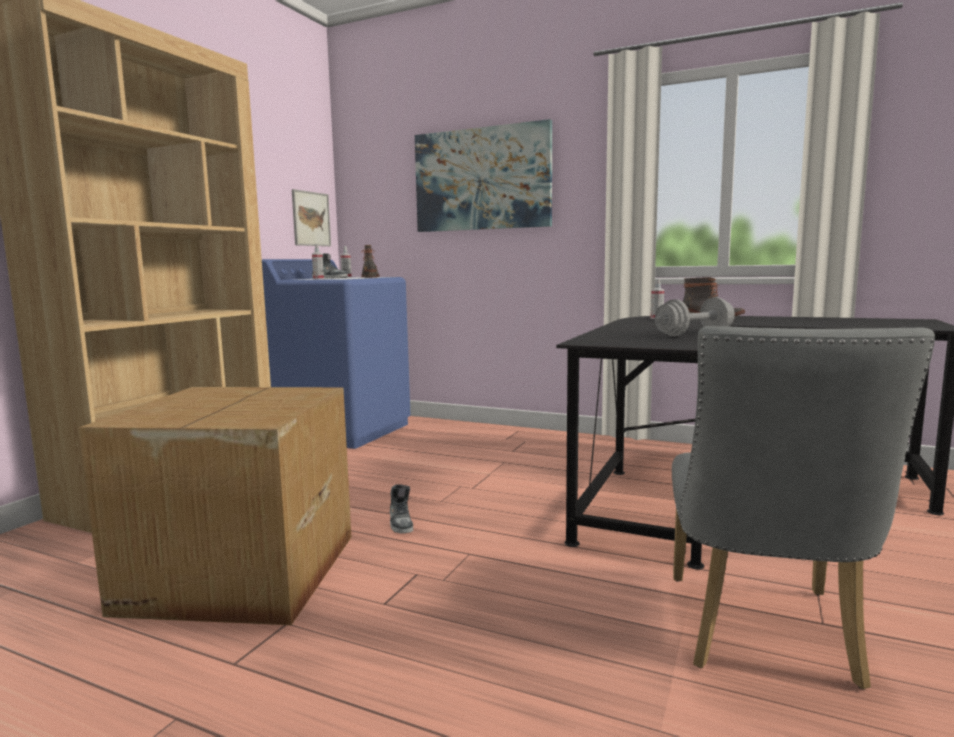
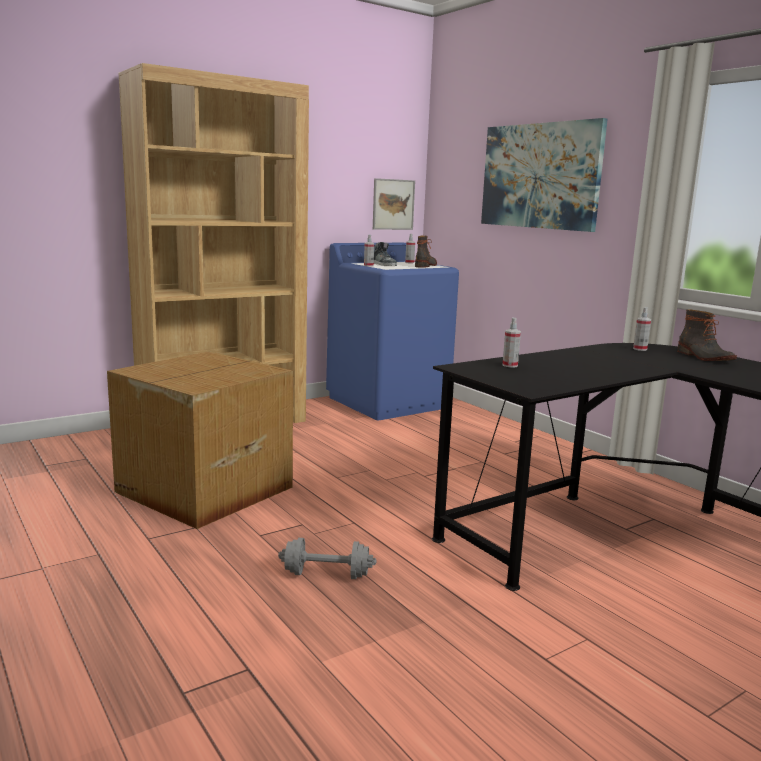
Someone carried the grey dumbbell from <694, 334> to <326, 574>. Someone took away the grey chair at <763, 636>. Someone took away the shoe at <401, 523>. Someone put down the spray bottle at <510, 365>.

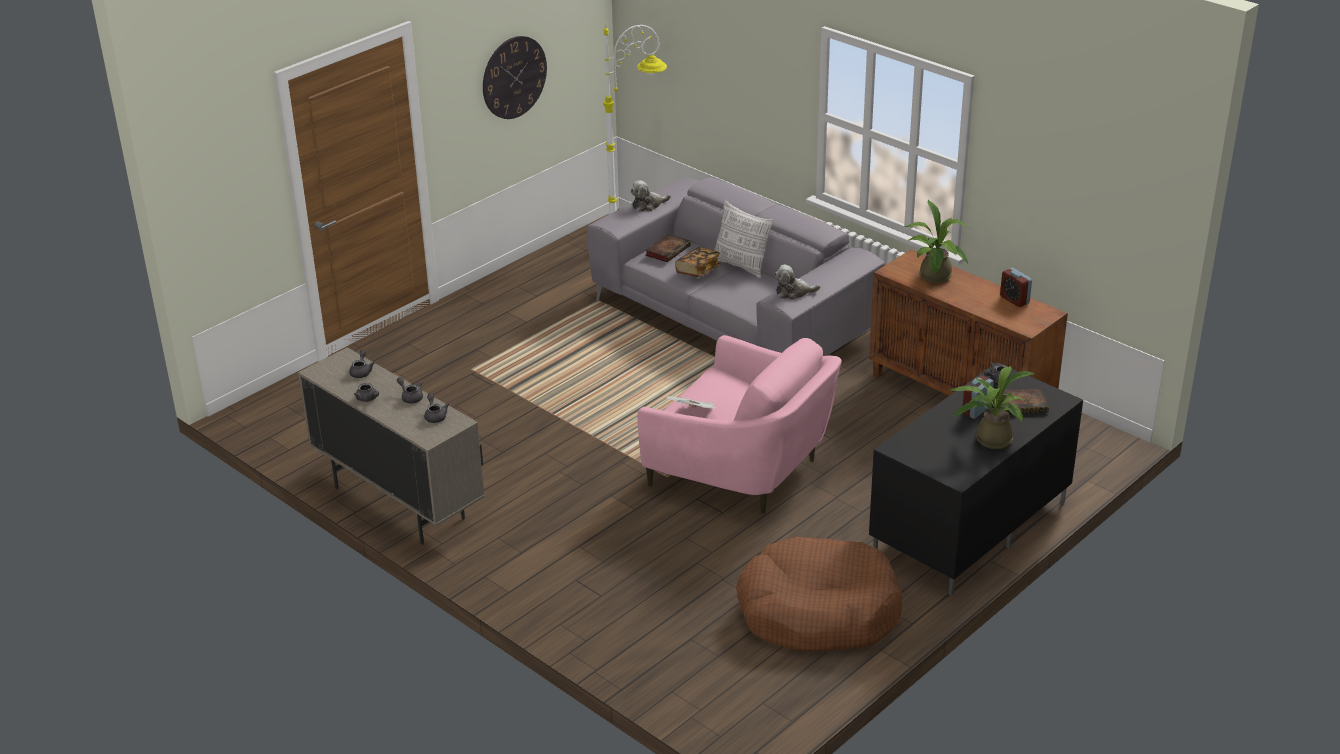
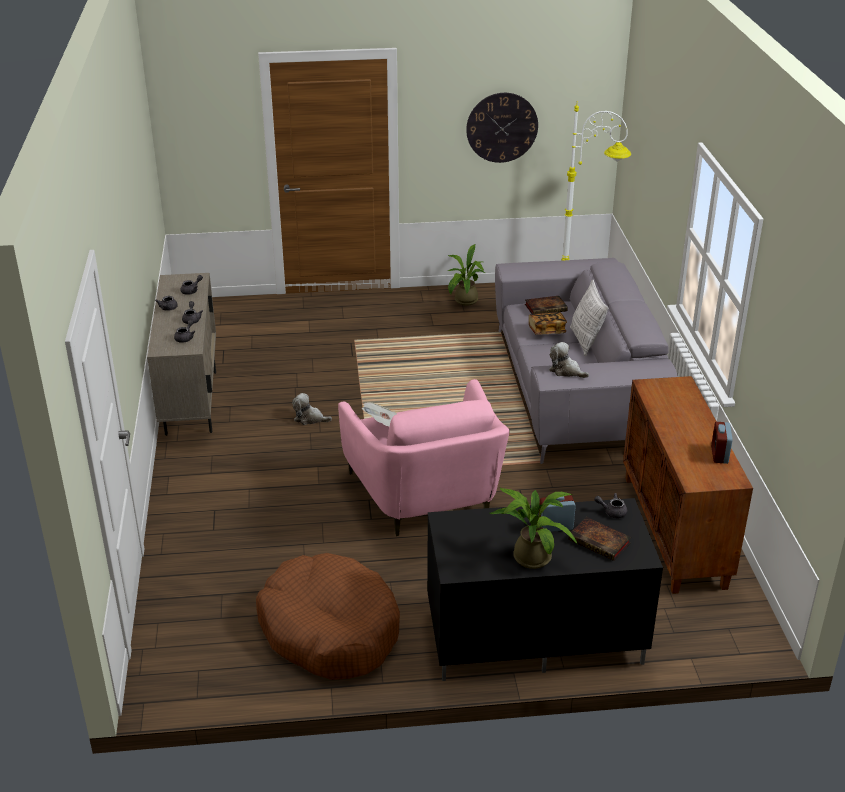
Someone carried the plush toy from <648, 205> to <310, 418>. Someone carried the potted plant from <935, 278> to <464, 302>.

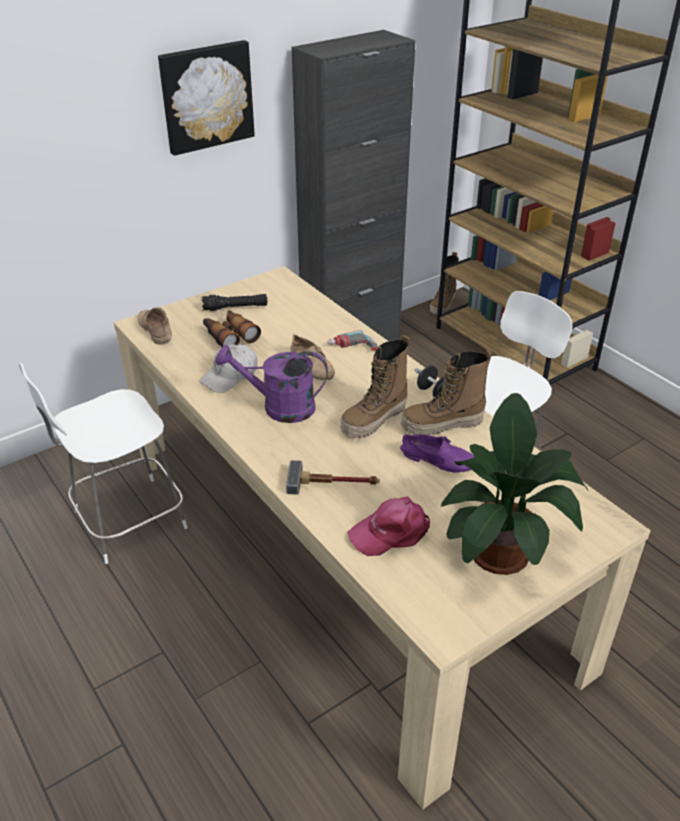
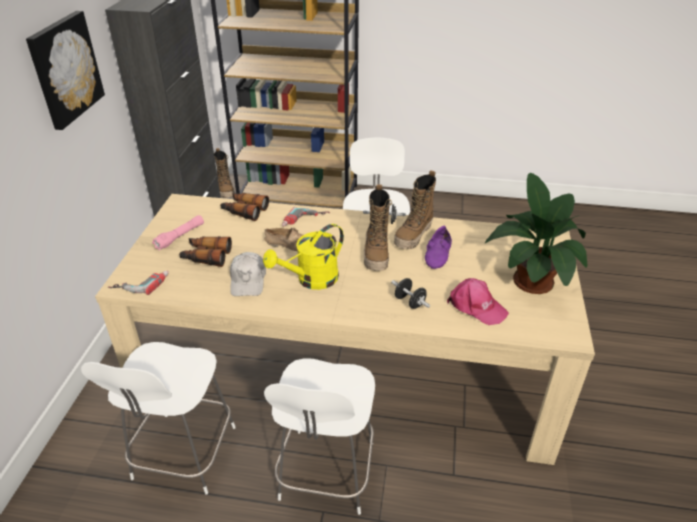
Someone repainted the black flashlight at <235, 308>, which became the pink flashlight at <180, 237>. Someone swapped the beige shoe at <154, 330> for the power drill at <140, 283>. Someone repainted the purple watering can at <279, 407>, which became the yellow watering can at <311, 280>. Someone rotated the purple shoe at <439, 459> by 135 degrees clockwise. Someone swapped the hammer at <333, 483> for the black dumbbell at <409, 302>. Someone rotated the pink cap at <391, 532> by 75 degrees counterclockwise. Someone put down the binoculars at <244, 211>. Someone put down the white chair at <326, 474>.

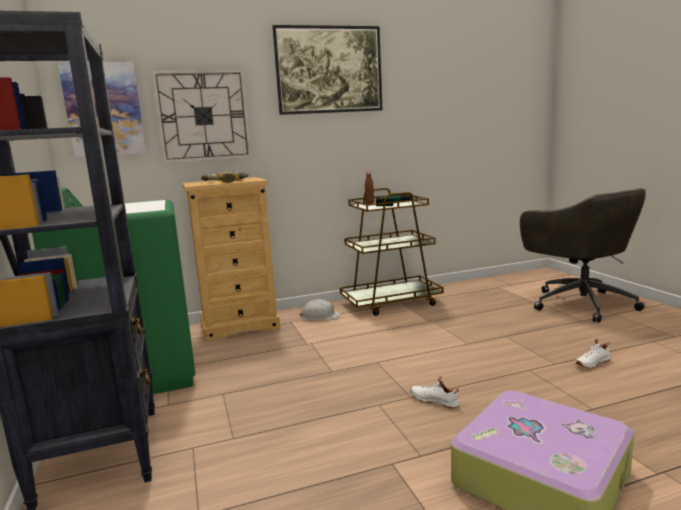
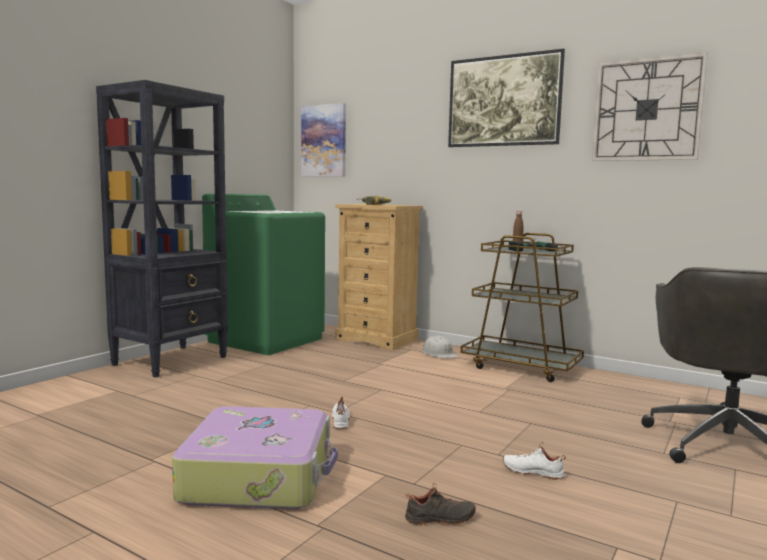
Someone carried the wall clock from <203, 116> to <647, 110>. Someone put down the black shoe at <440, 519>.

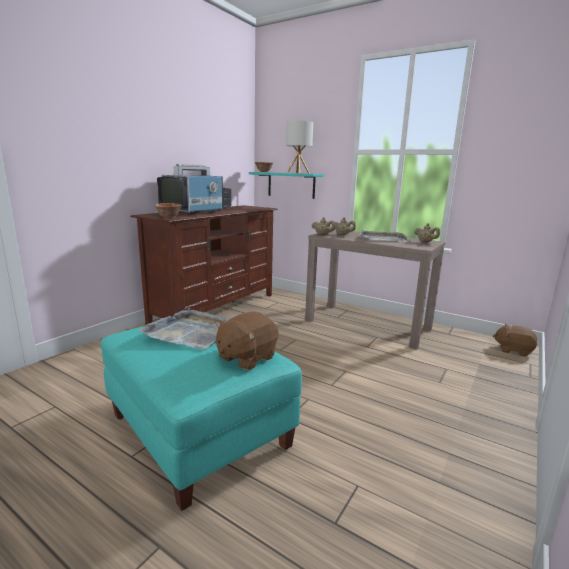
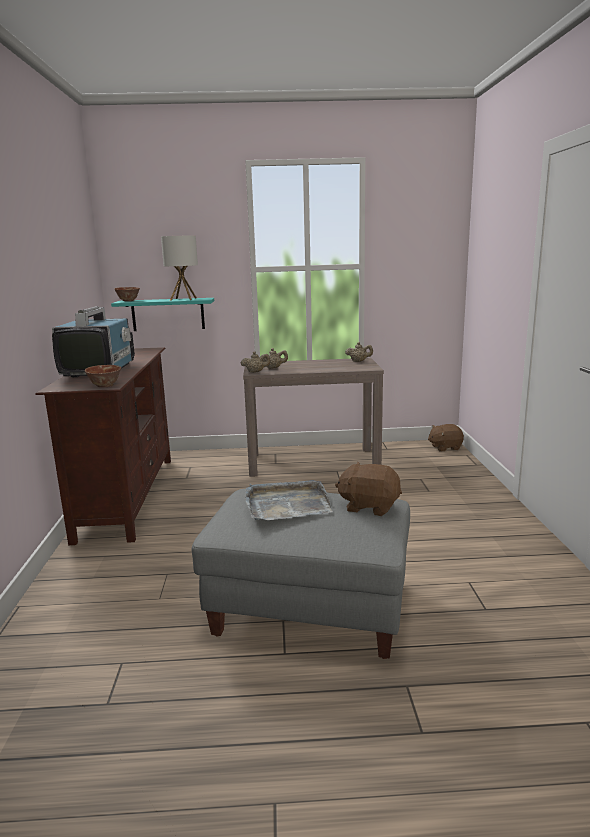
Someone took away the grey tray at <382, 239>. Someone rotated the brown plush toy at <246, 358> by 105 degrees clockwise. Someone repainted the turquoise ottoman at <199, 432>, which became the grey ottoman at <310, 607>.

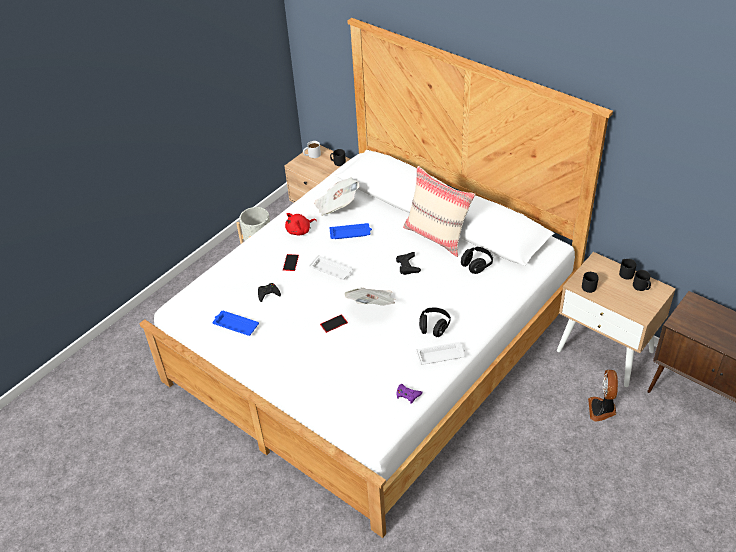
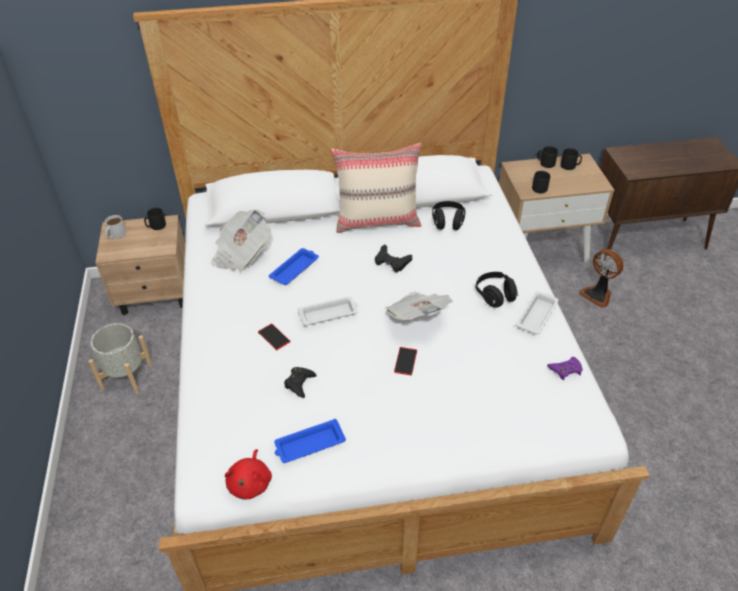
Someone carried the red plush toy from <300, 231> to <250, 483>.

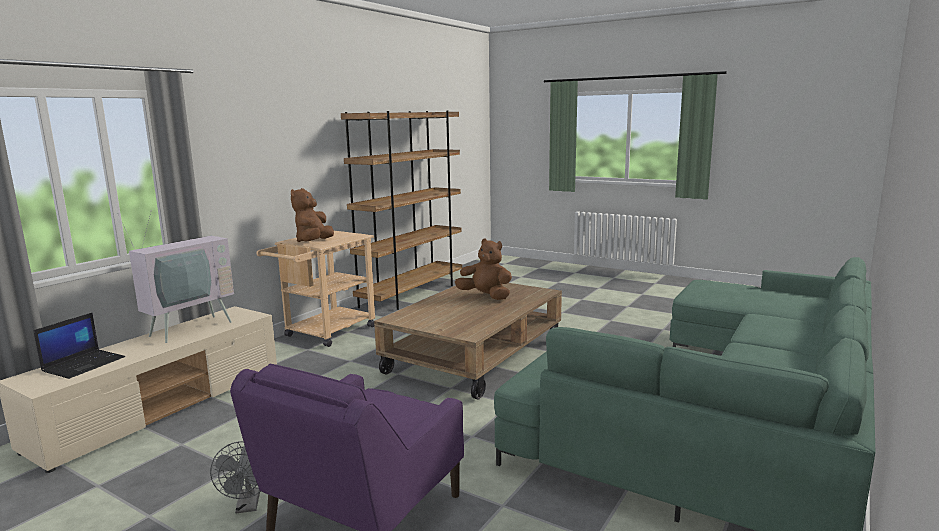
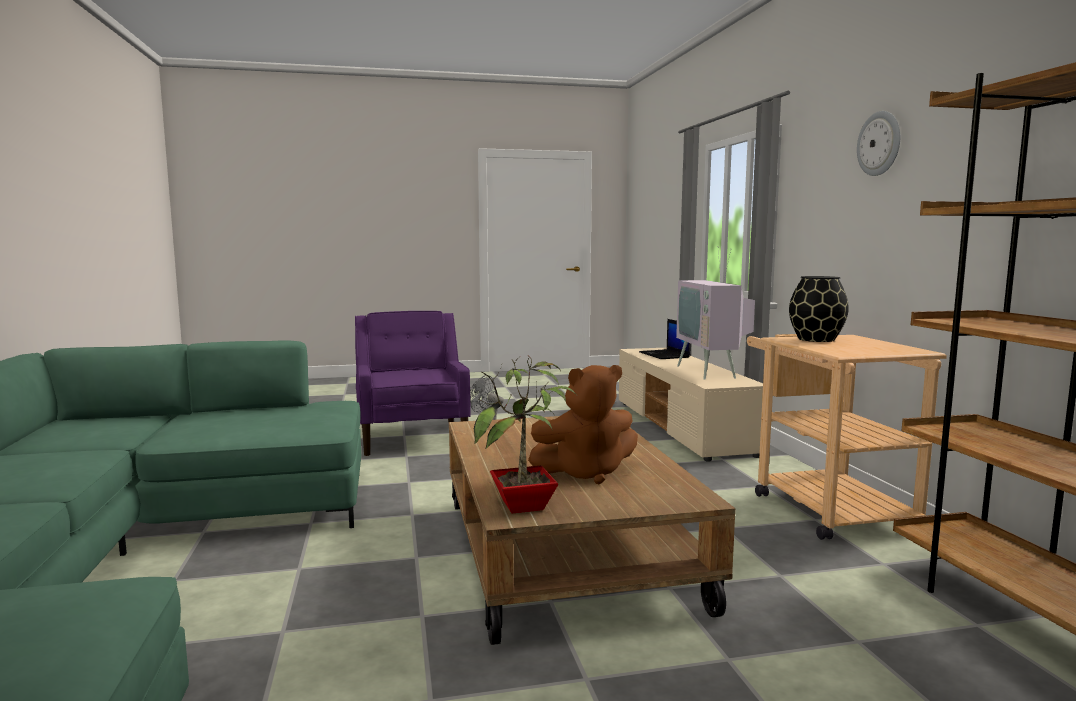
Someone swapped the brown plush toy at <313, 242> for the black vase at <817, 339>. Someone put up the wall clock at <879, 143>. Someone put down the potted plant at <524, 507>.

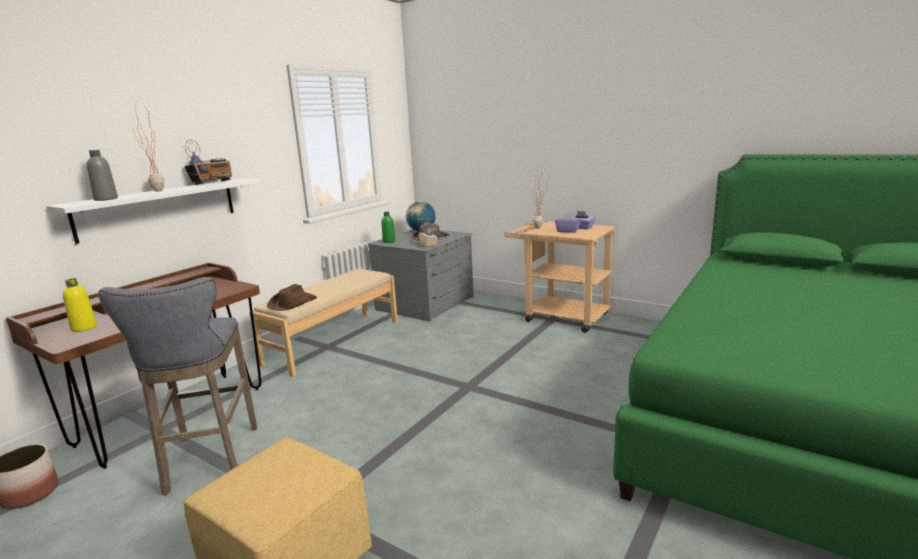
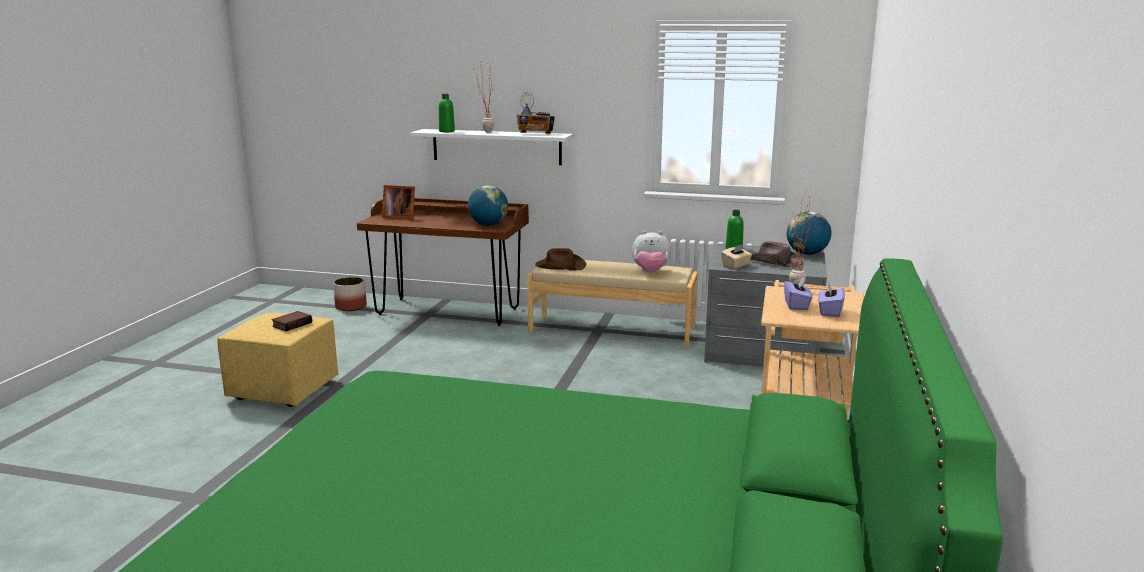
Someone repainted the grey bottle at <106, 199>, which became the green bottle at <447, 131>. Someone took away the grey stool at <211, 462>. Someone swapped the yellow bottle at <84, 328> for the picture frame at <399, 217>. Someone put down the globe at <488, 225>. Someone put down the plush toy at <650, 272>. Someone put down the book at <292, 324>.

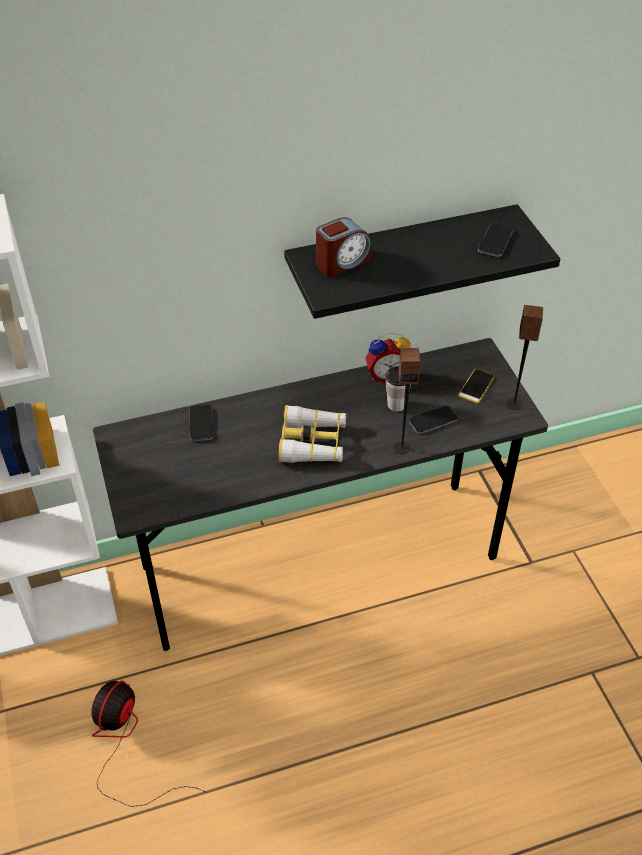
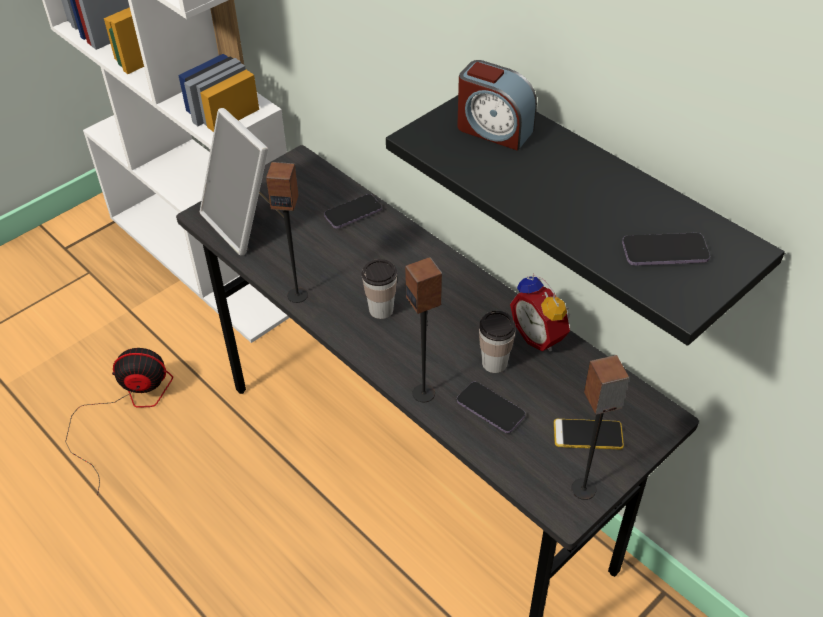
Someone swapped the binoculars at <313, 443> for the cup at <381, 310>. Someone put down the picture frame at <245, 223>. Someone put down the speaker at <297, 295>.

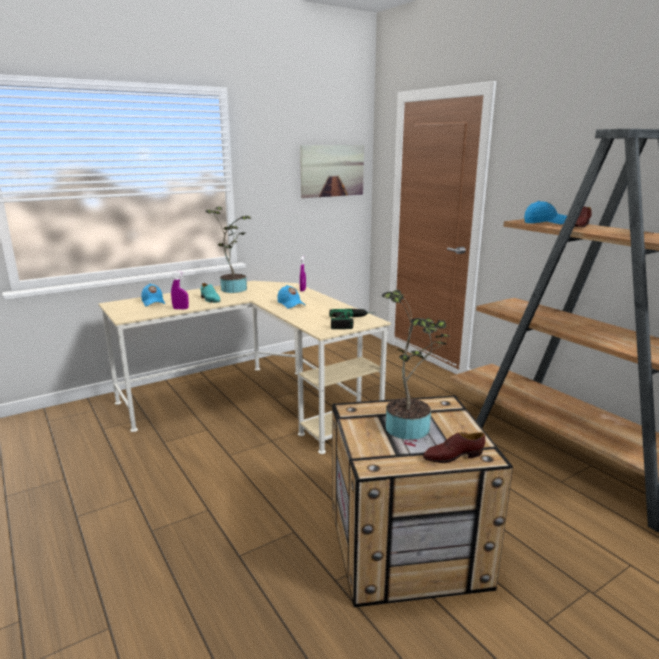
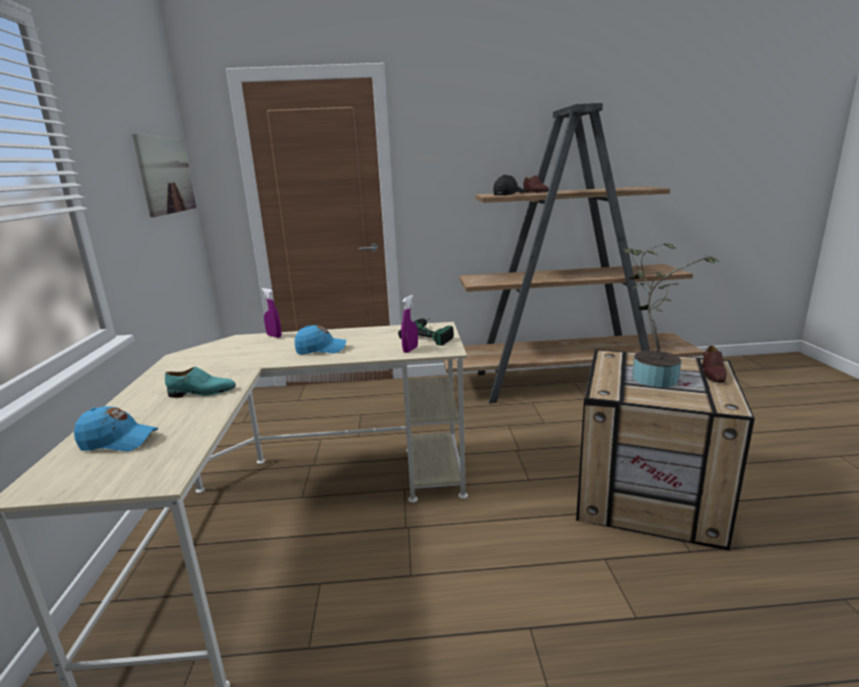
Someone repainted the blue cap at <545, 222>, which became the black cap at <508, 194>. Someone took away the potted plant at <234, 288>. Someone carried the purple spray bottle from <180, 309> to <410, 349>.

